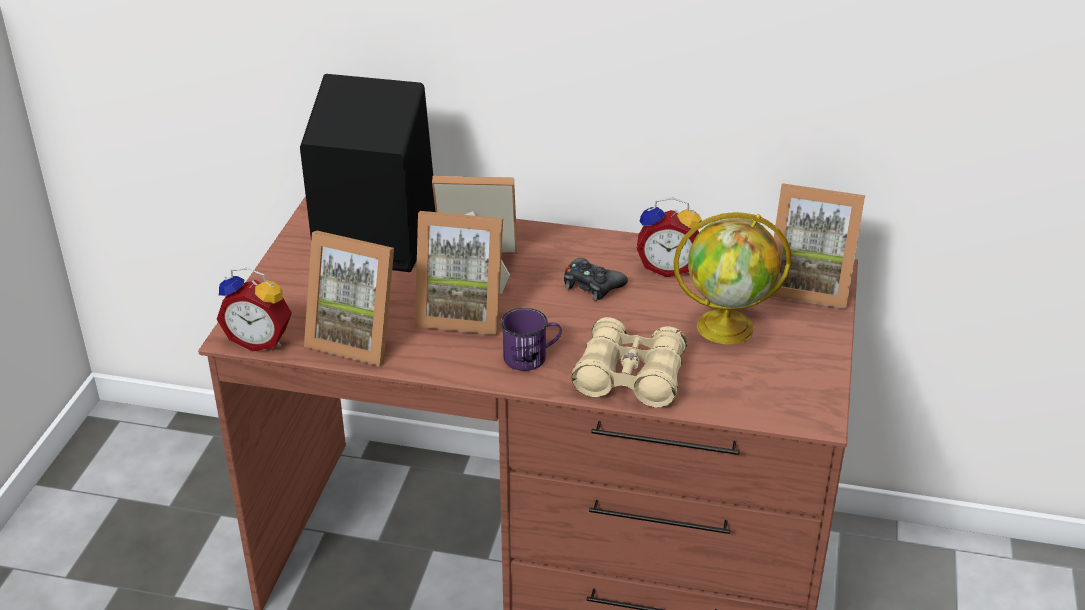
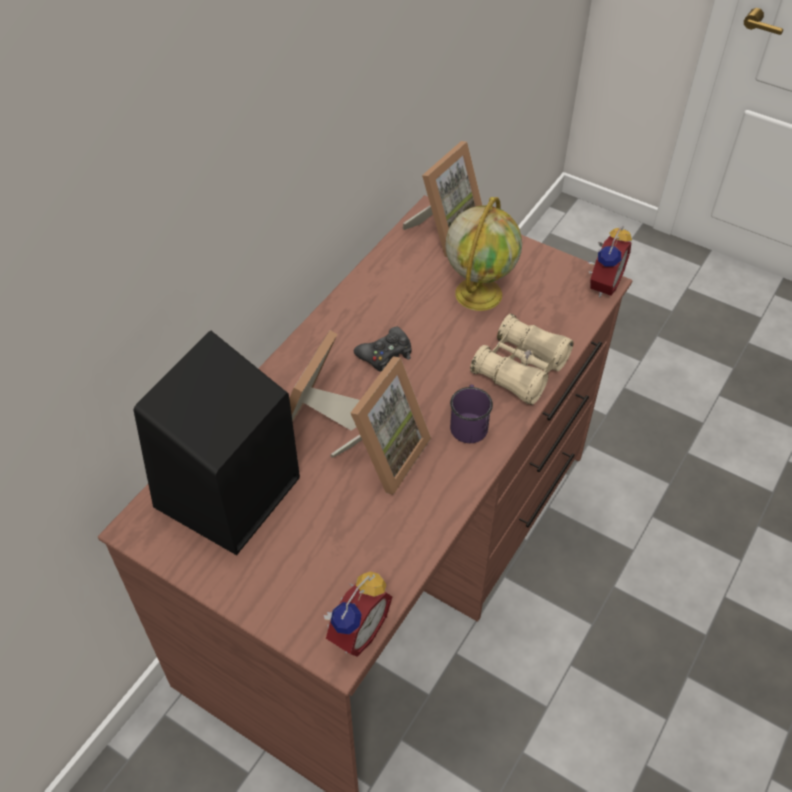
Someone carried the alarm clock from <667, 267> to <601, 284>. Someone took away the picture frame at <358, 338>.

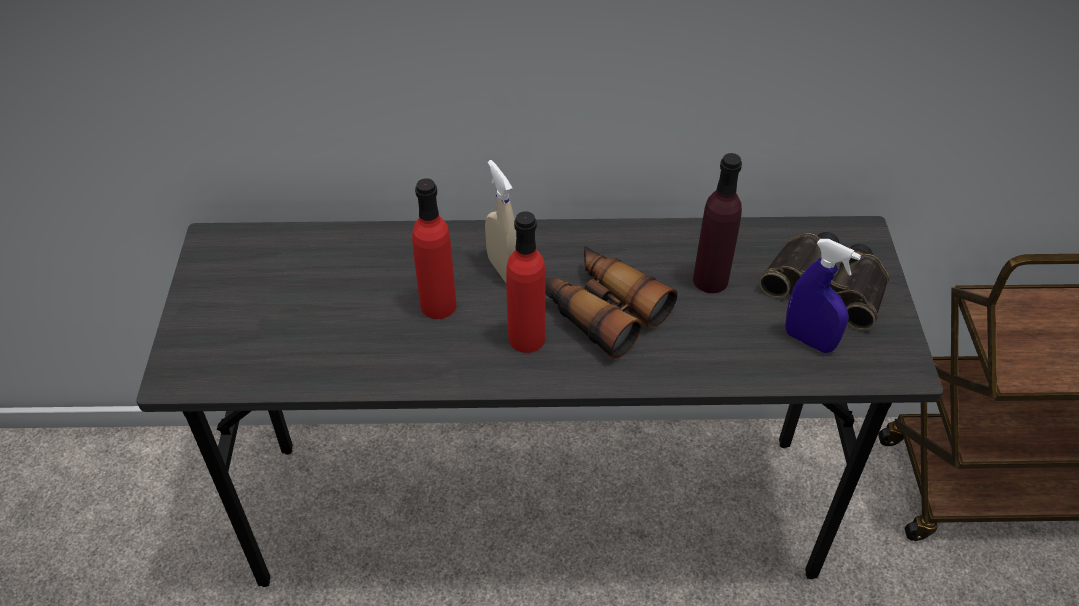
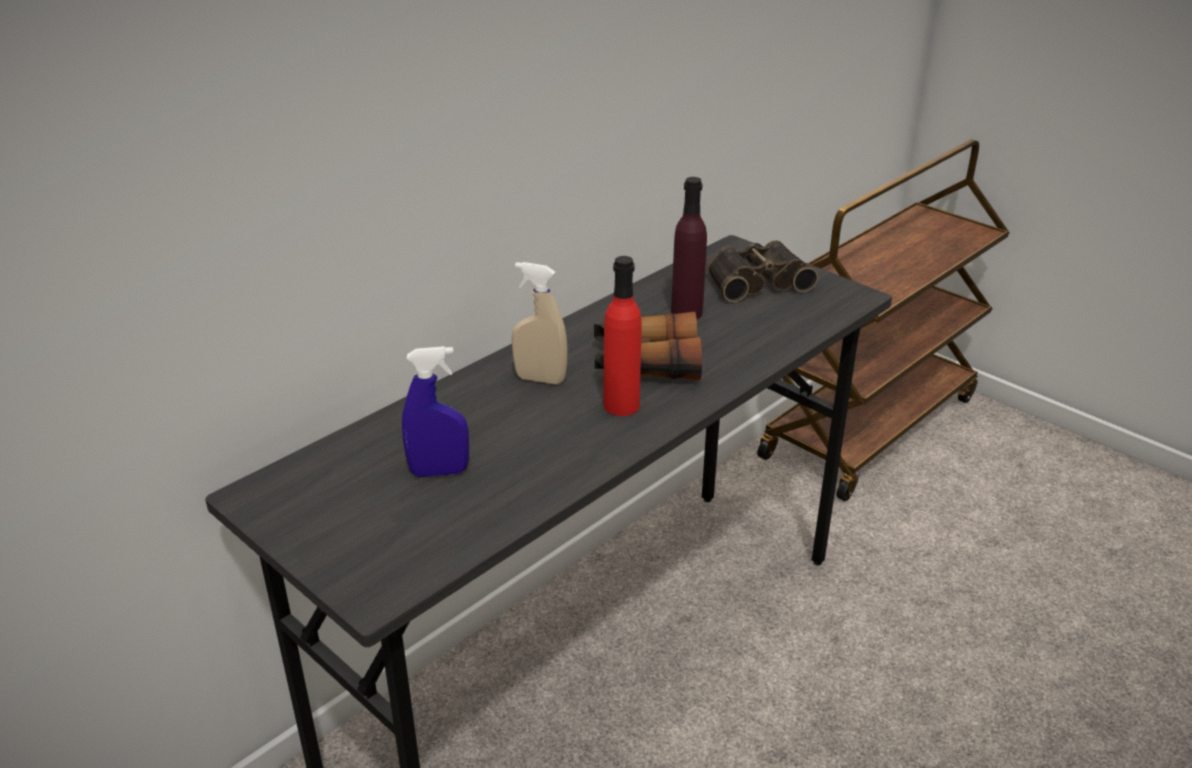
Someone took away the red bottle at <438, 305>. Someone carried the blue spray bottle from <809, 340> to <439, 472>.

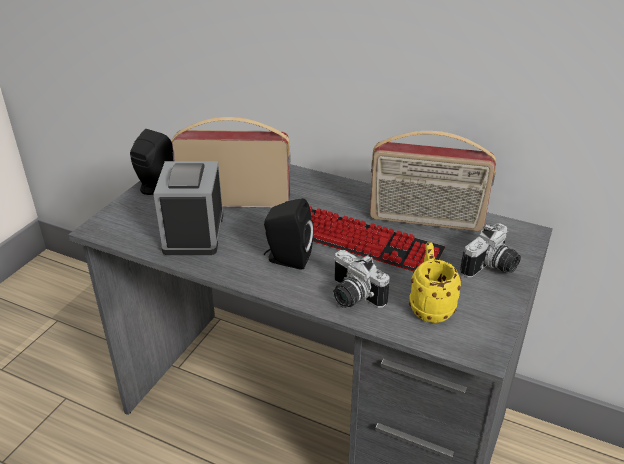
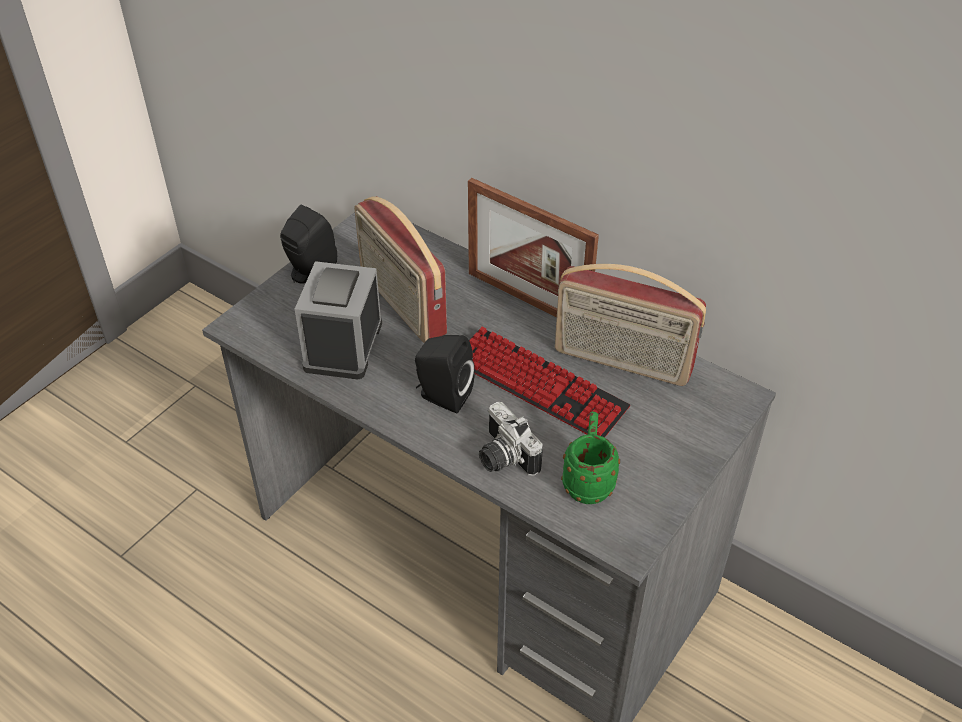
Someone rotated the radio at <236, 200> by 135 degrees counterclockwise. Someone took away the photo camera at <492, 268>. Someone repainted the yellow mug at <429, 306>, which became the green mug at <588, 481>. Someone put down the picture frame at <527, 300>.

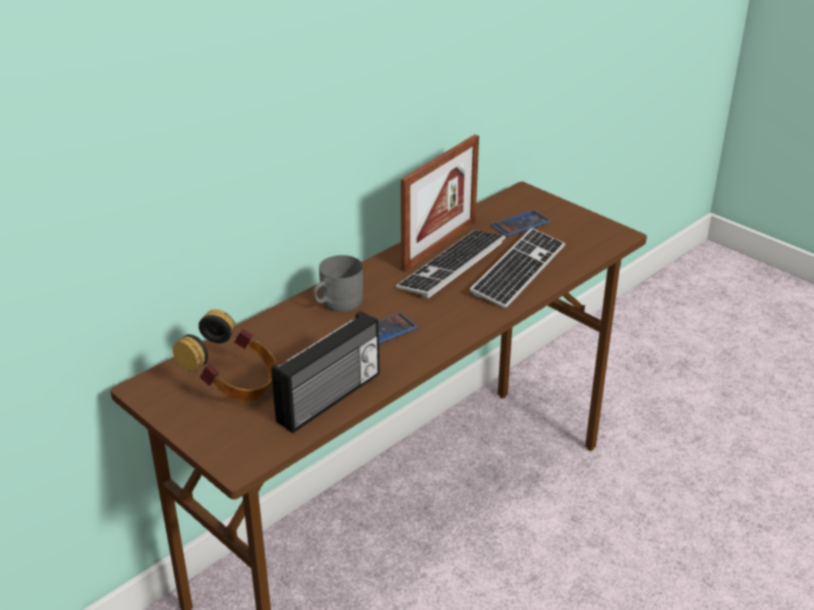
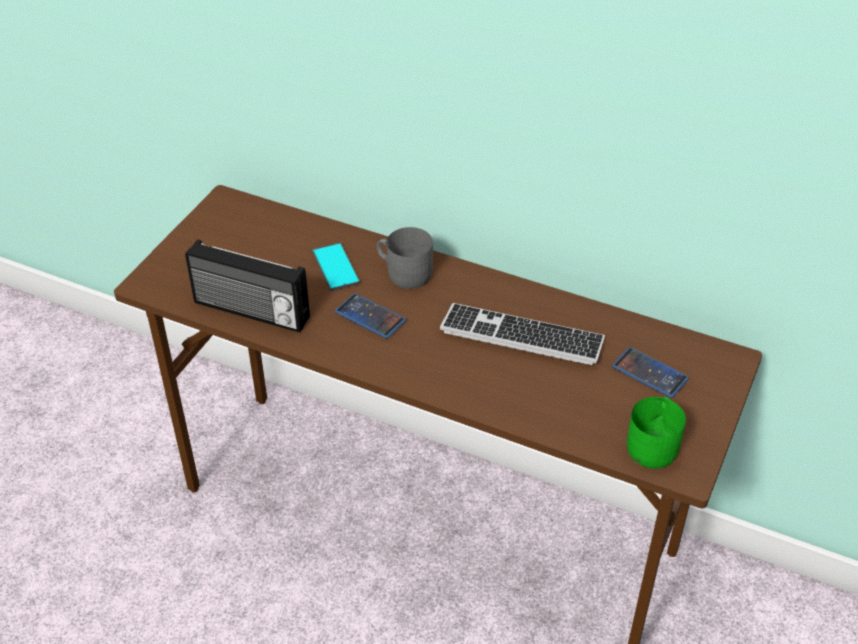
Someone took away the picture frame at <439, 245>. Someone took away the keyboard at <518, 270>. Someone took away the headphones at <233, 385>. Someone put down the phone at <335, 267>. Someone put down the green mug at <654, 444>.

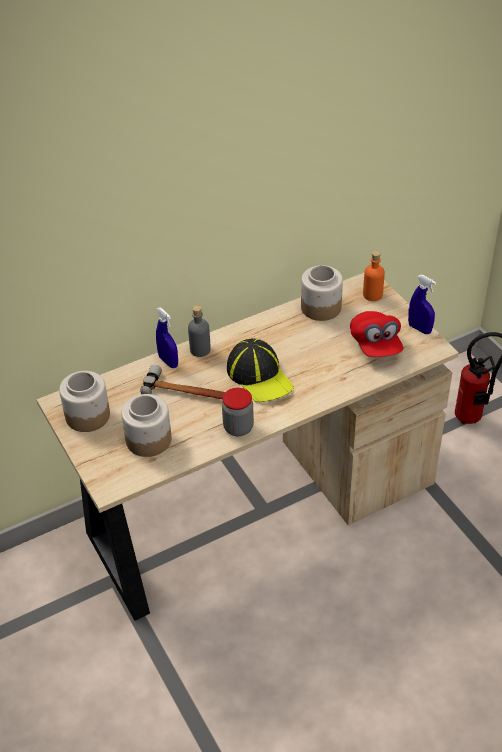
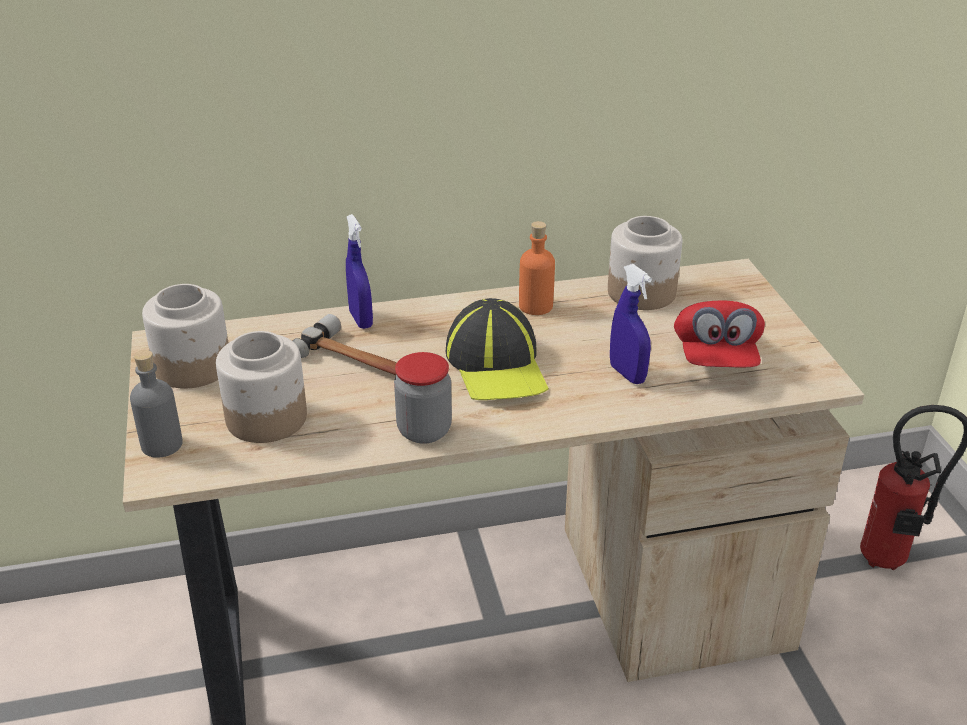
Someone carried the orange bottle from <372, 295> to <536, 306>. Someone carried the blue spray bottle from <419, 328> to <627, 374>. Someone carried the grey bottle from <200, 350> to <162, 444>.

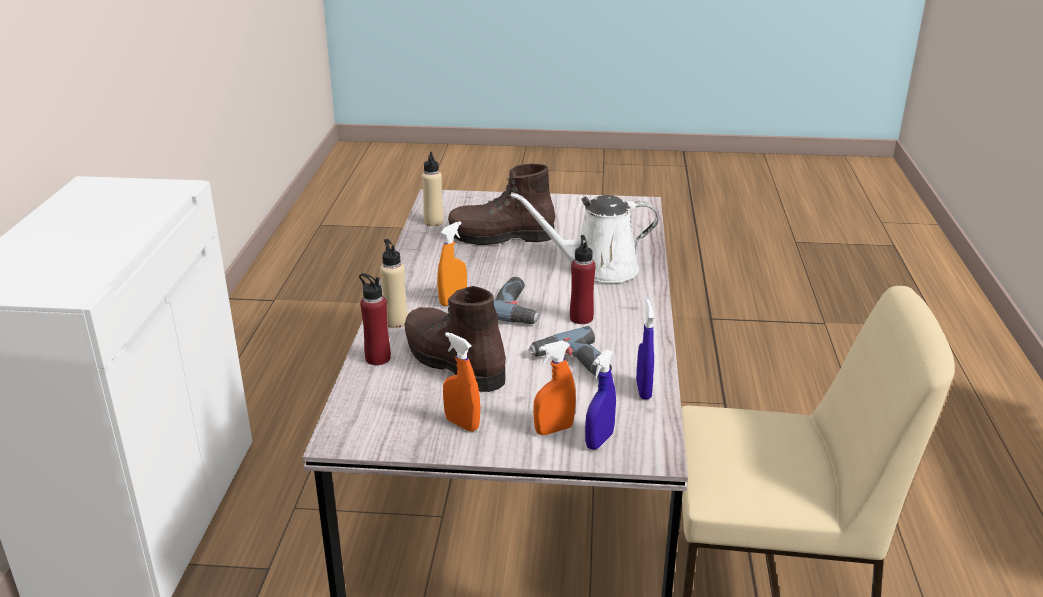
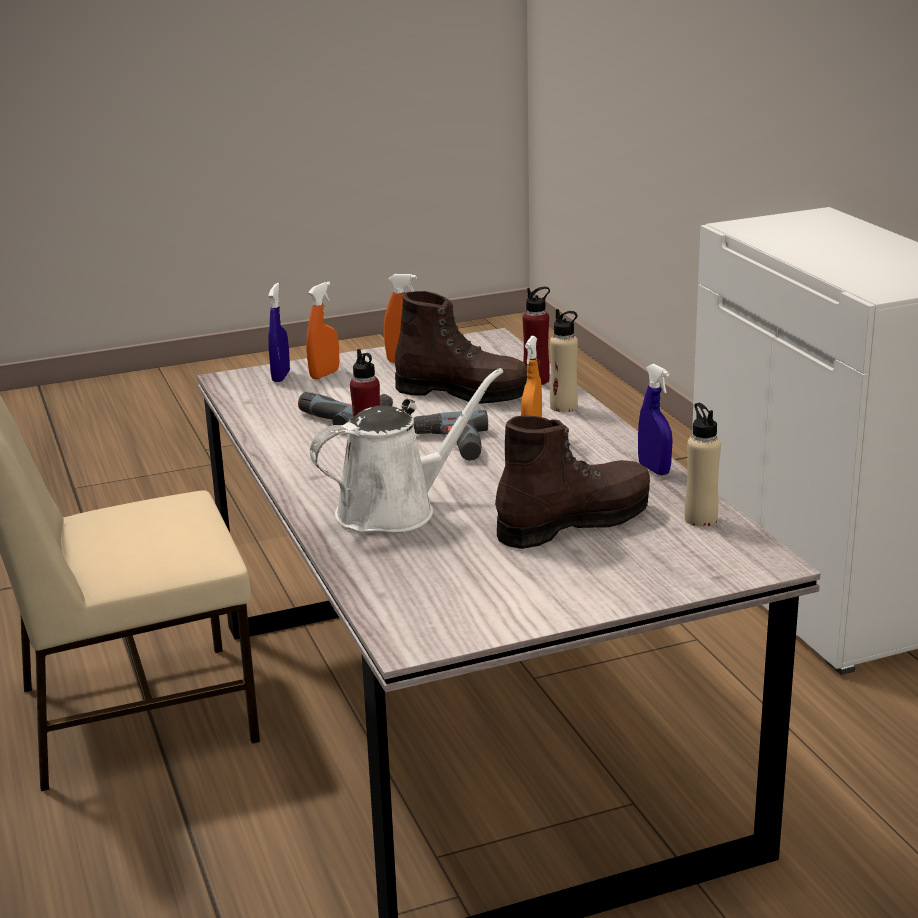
Someone carried the blue spray bottle from <643, 390> to <654, 469>.

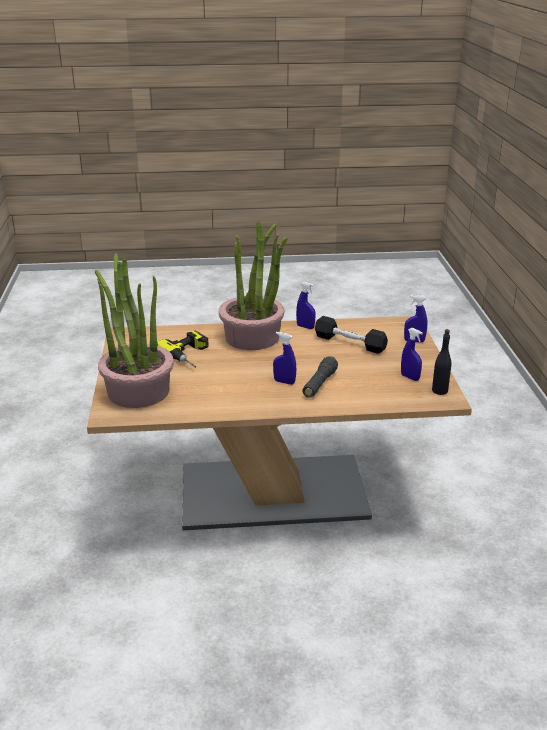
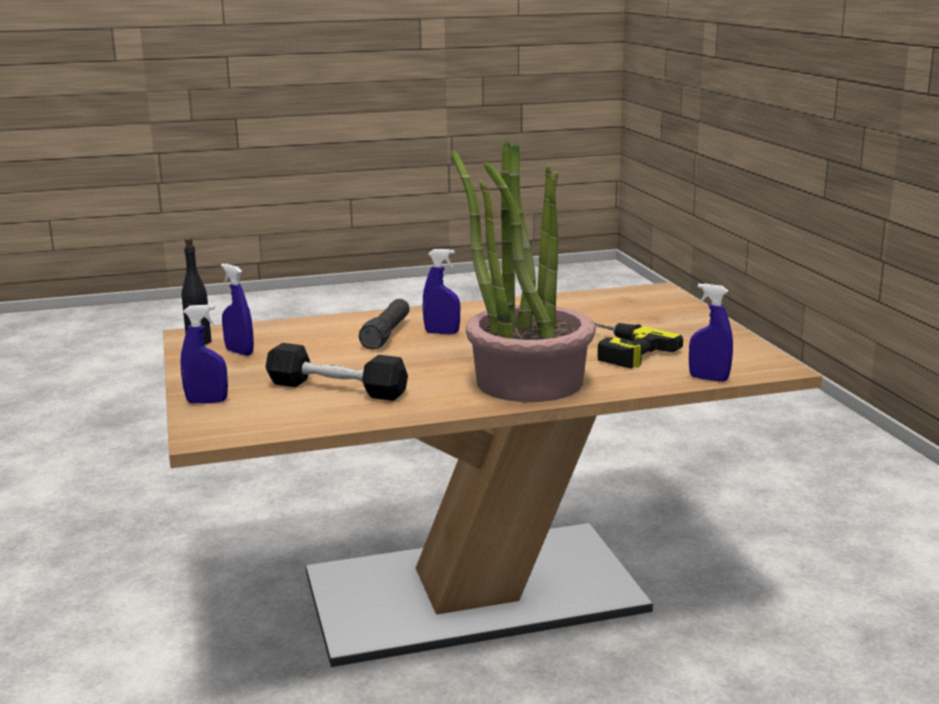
Someone took away the potted plant at <138, 391>. Someone carried the blue spray bottle from <305, 327> to <708, 378>.

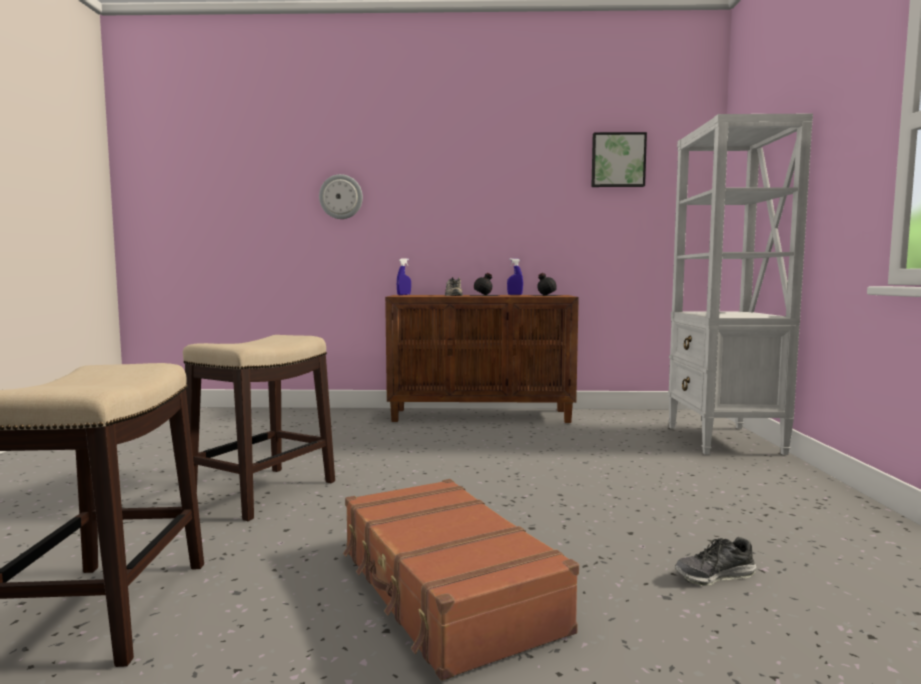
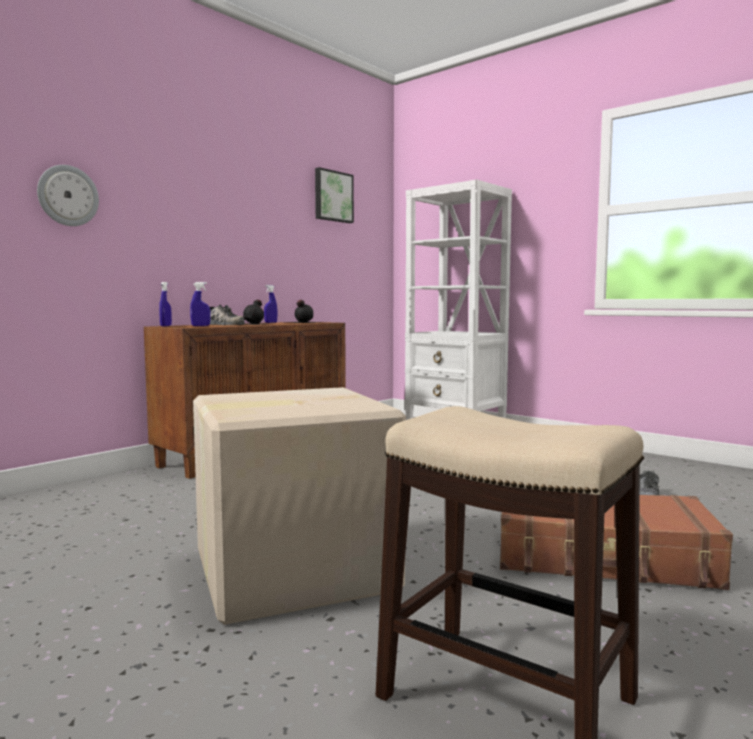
Someone swapped the stool at <265, 492> for the cardboard box at <291, 569>. Someone put down the blue spray bottle at <200, 326>.

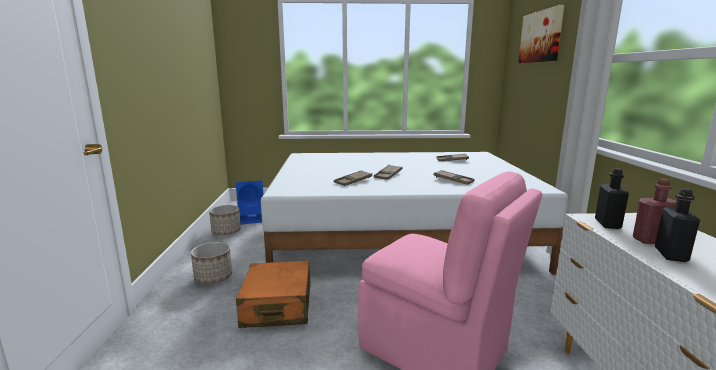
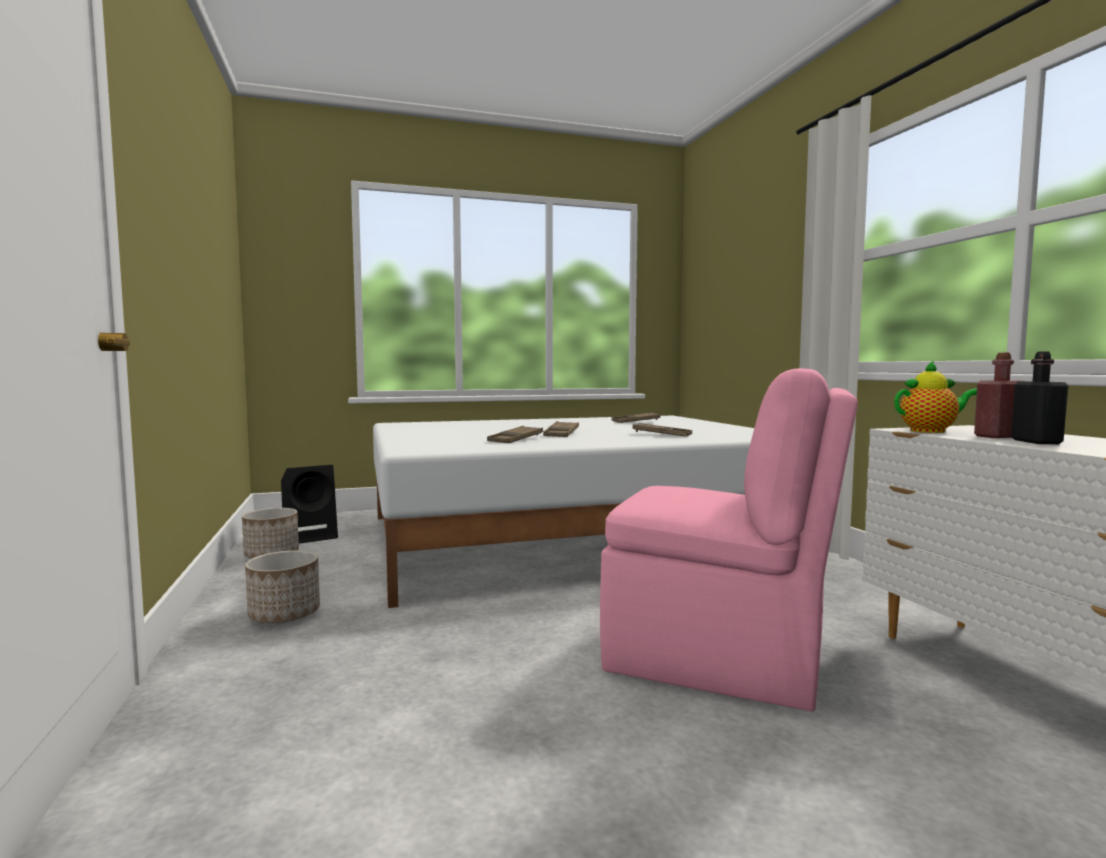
Someone took away the picture at <541, 36>. Someone swapped the black bottle at <607, 224> for the teapot at <931, 431>. Someone repainted the blue speaker at <252, 219>, which became the black speaker at <311, 536>. Someone took away the orange suitcase at <277, 306>.

